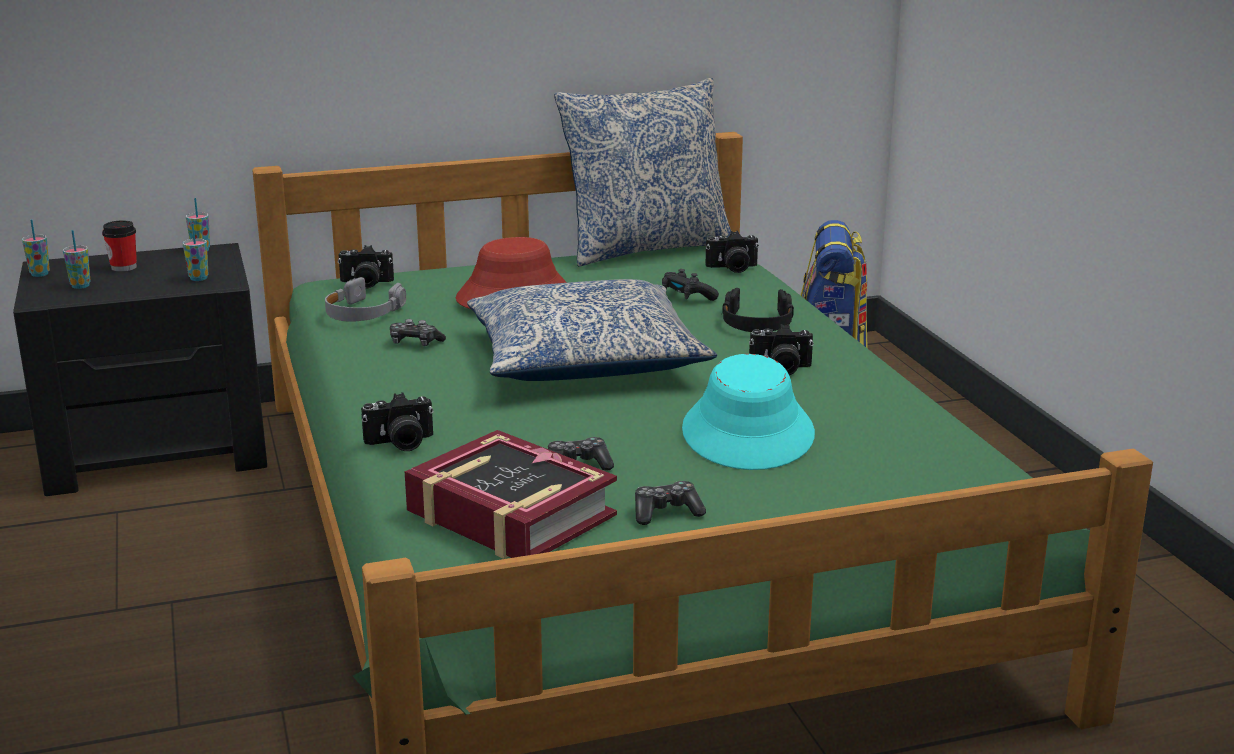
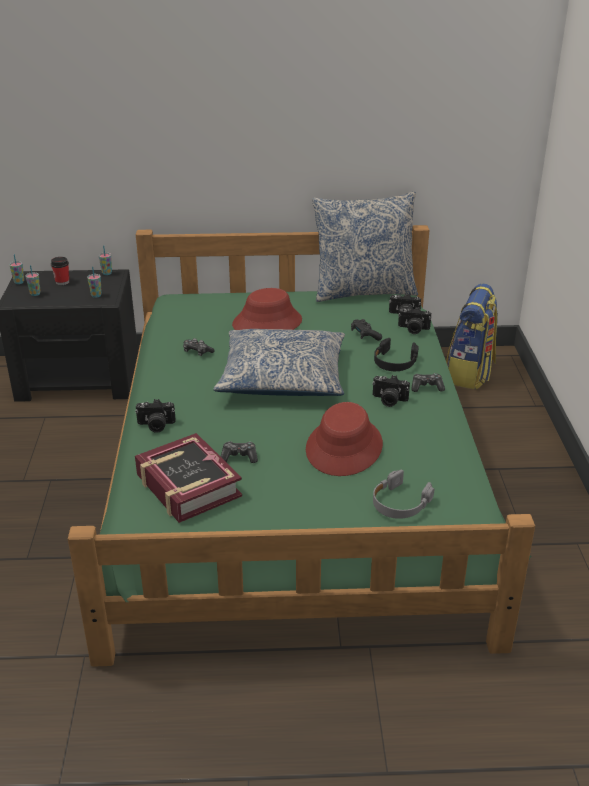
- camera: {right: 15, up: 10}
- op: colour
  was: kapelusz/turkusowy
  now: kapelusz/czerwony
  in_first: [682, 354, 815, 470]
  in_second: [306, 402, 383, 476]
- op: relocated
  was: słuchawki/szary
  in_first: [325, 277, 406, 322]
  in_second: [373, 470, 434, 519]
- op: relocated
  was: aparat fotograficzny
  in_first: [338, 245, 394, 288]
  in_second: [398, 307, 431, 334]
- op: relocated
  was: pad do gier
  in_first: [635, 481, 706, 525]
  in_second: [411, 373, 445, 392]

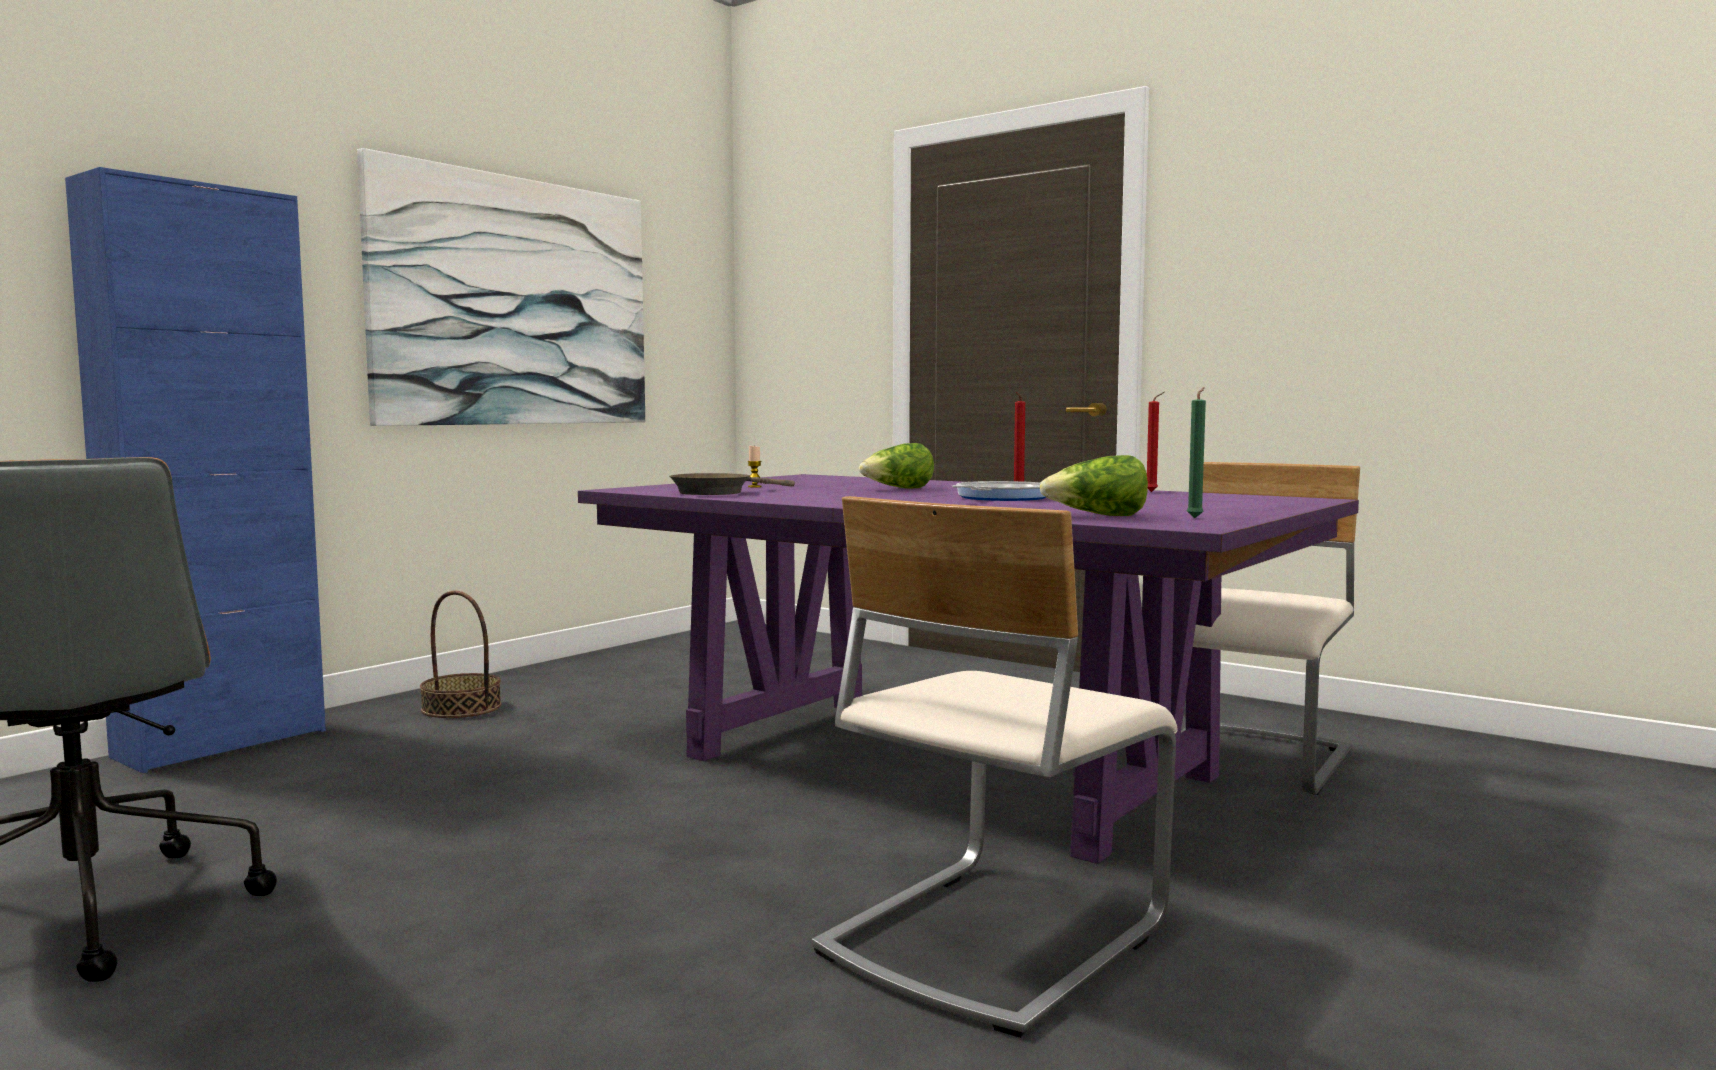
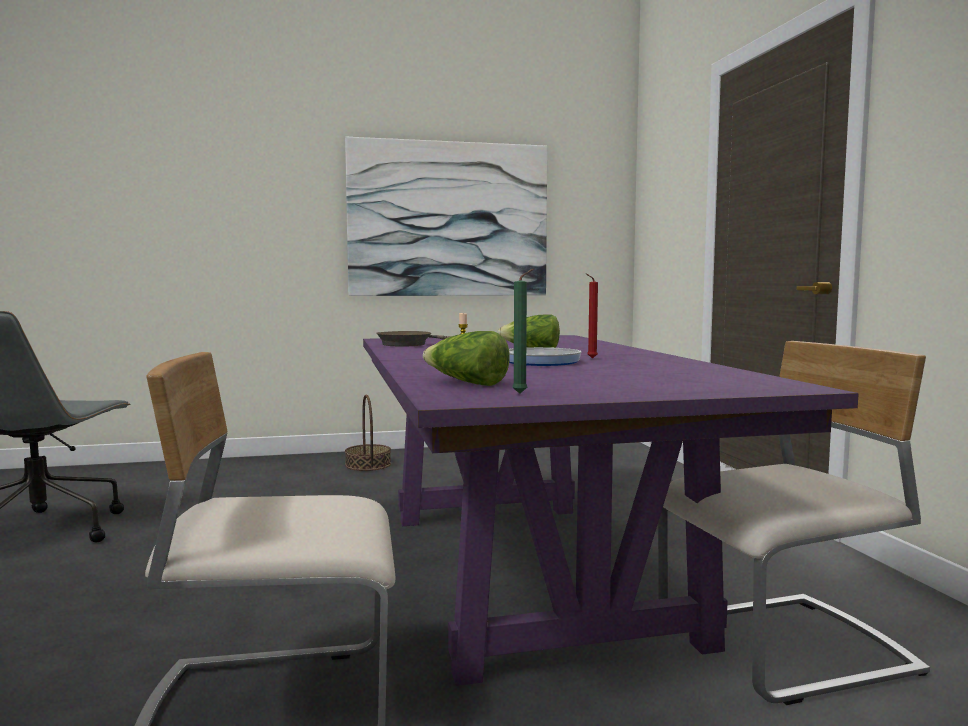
- camera: {right: 40, up: 0}
- op: missing
  was: szafka/niebieski
  in_first: [65, 167, 326, 773]
- op: missing
  was: świeca/czerwony
  in_first: [1147, 392, 1165, 492]

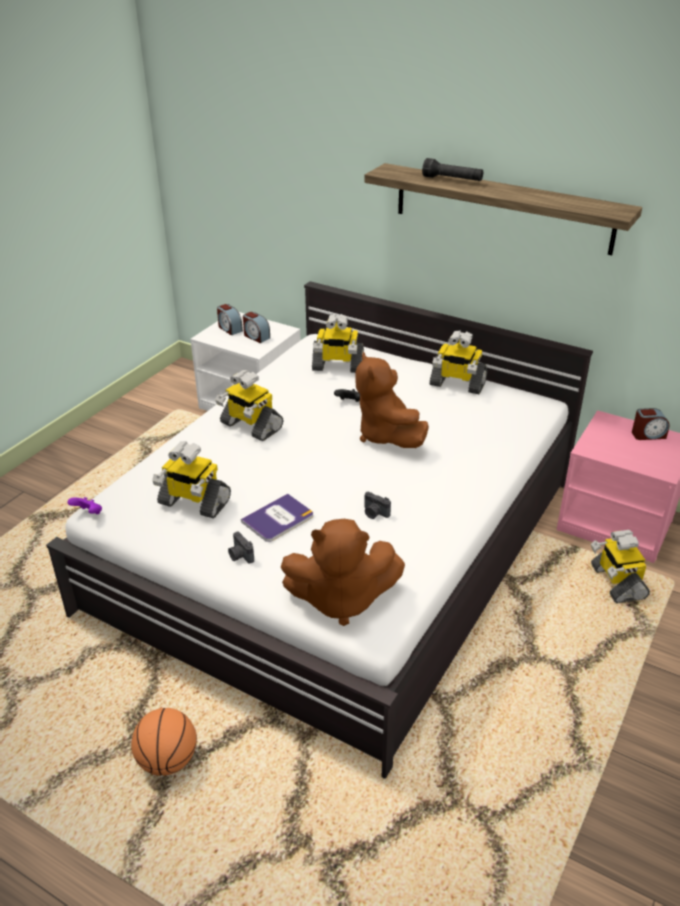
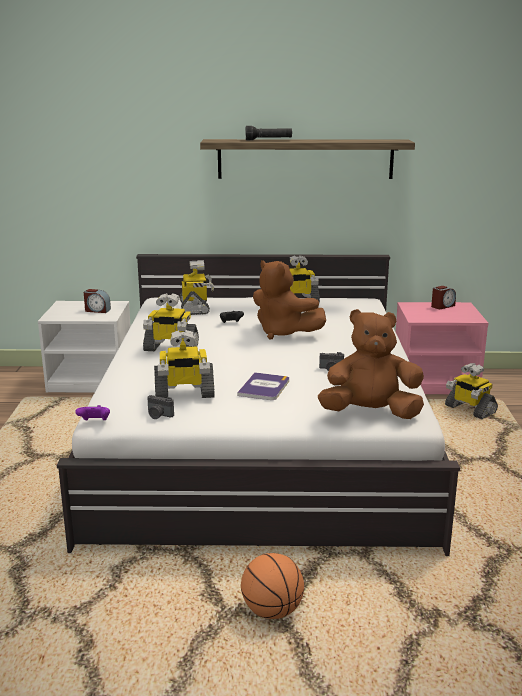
- camera: {right: -30, up: -15}
- op: relocated
  was: aparat fotograficzny
  in_first: [228, 531, 254, 564]
  in_second: [147, 395, 174, 419]
- op: spun
  was: robot zabawkowy
  in_first: [312, 314, 364, 373]
  in_second: [180, 260, 214, 315]
  clockwise: -75
- op: spun
  was: pluszak/brązowy
  in_first: [281, 519, 405, 626]
  in_second: [318, 309, 424, 419]
  clockwise: -150
- op: missing
  was: budzik
  in_first: [217, 304, 243, 335]

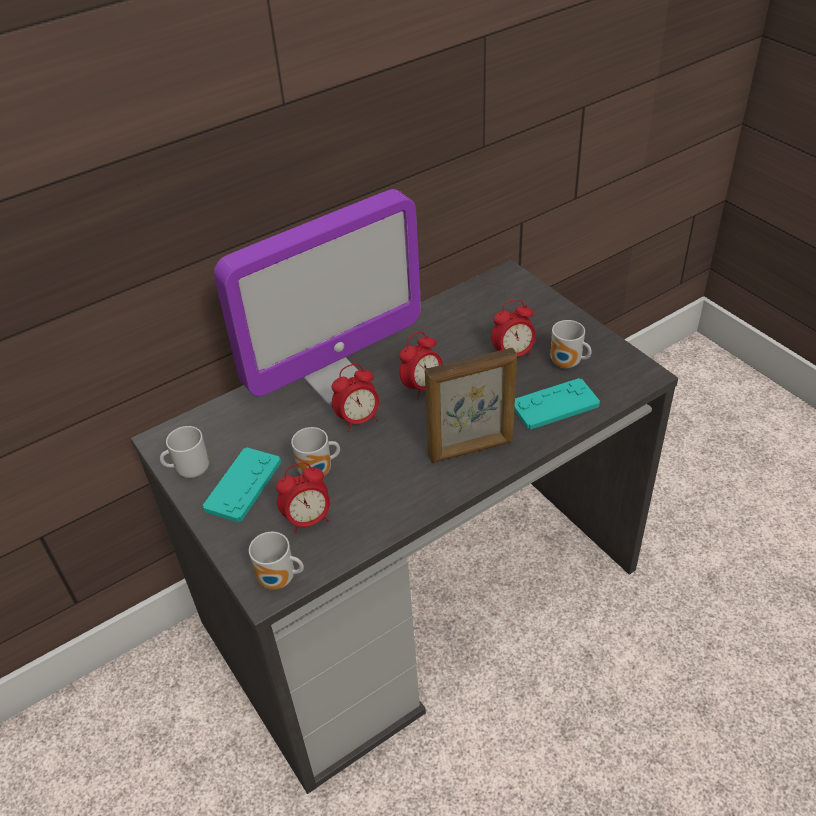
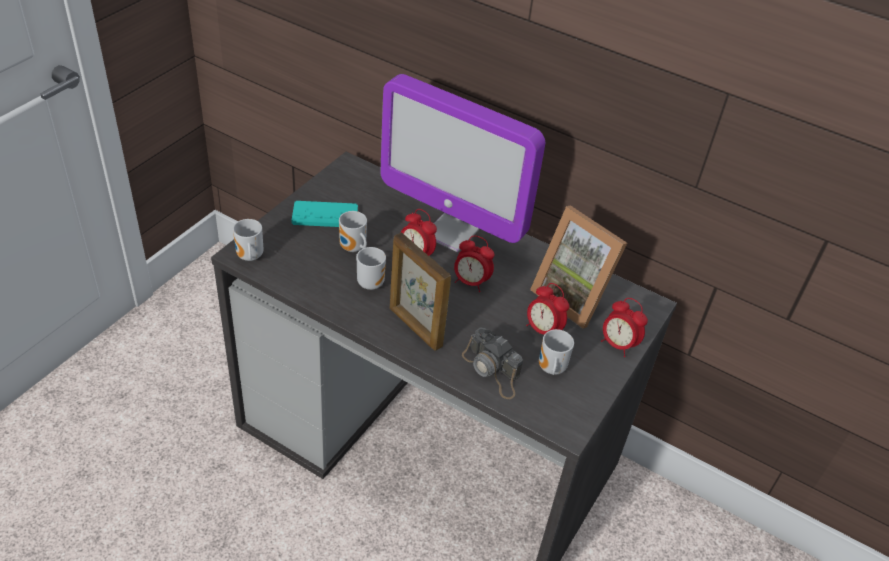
- camera: {right: 60, up: 0}
- op: relocated
  was: kubek
  in_first: [160, 426, 209, 478]
  in_second: [356, 247, 386, 290]
- op: exchanged
  was: pad do gier/turkusowy
  now: aparat fotograficzny
  in_first: [514, 378, 600, 430]
  in_second: [462, 327, 523, 399]
- op: appeared
  now: ramka na zdjęcie
  in_second: [530, 205, 627, 329]
- op: relocated
  was: budzik
  in_first: [276, 462, 330, 534]
  in_second: [601, 298, 648, 357]

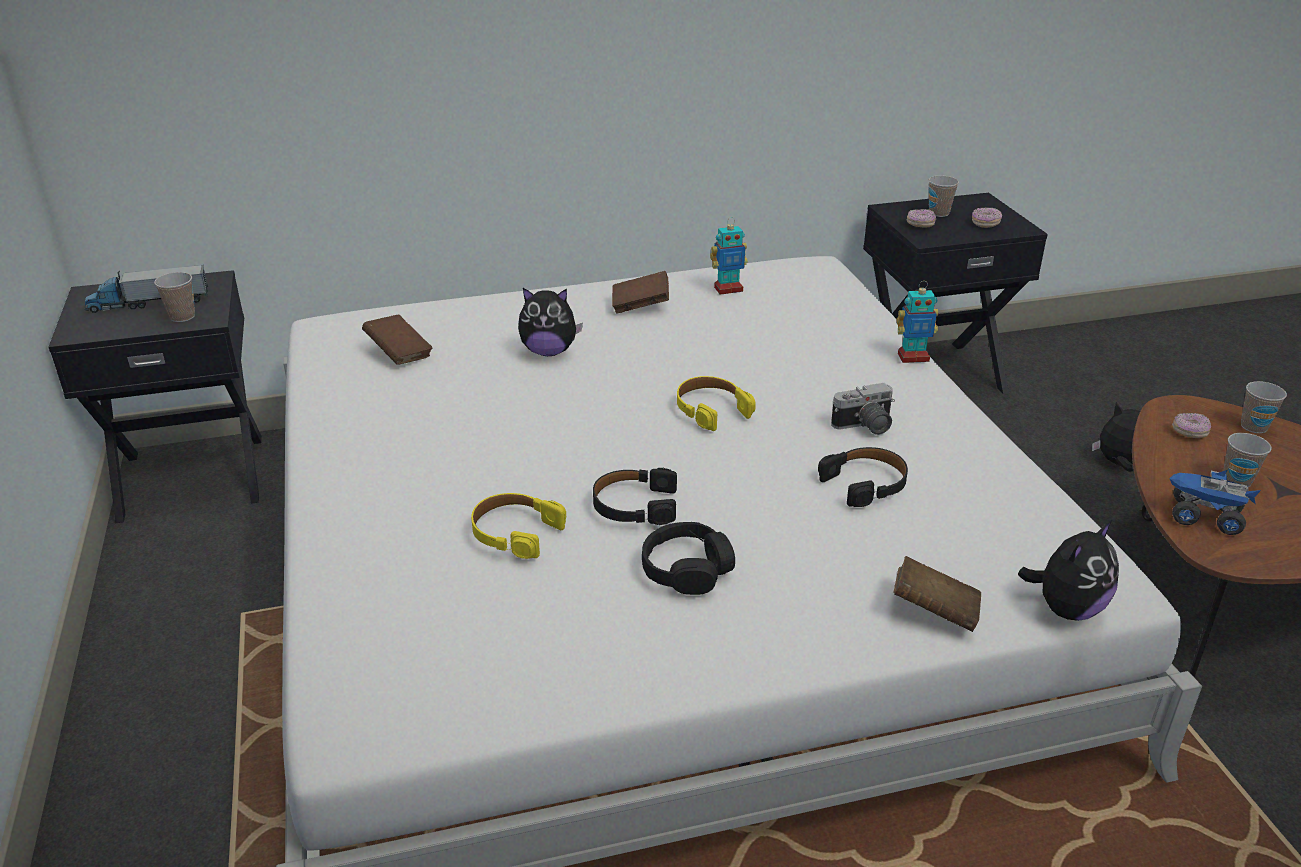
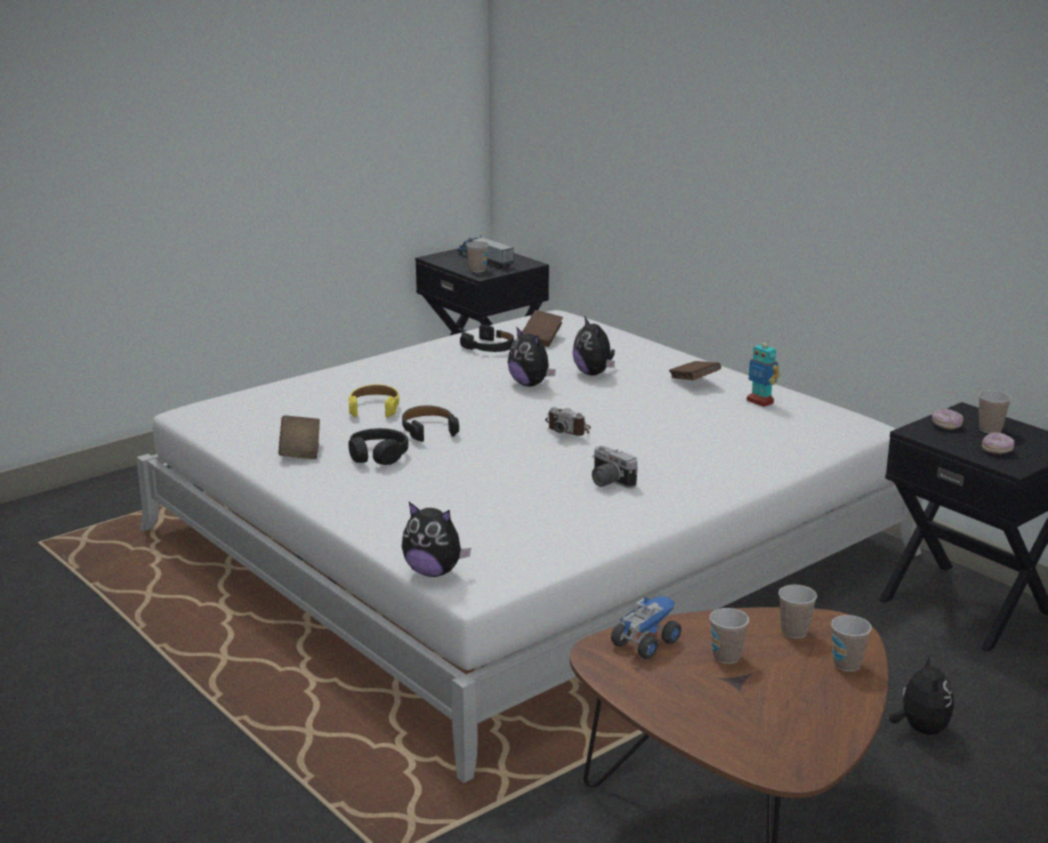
- camera: {right: 65, up: -10}
- op: relocated
  was: książka/brązowy
  in_first: [894, 556, 981, 632]
  in_second: [278, 415, 320, 459]
- op: relocated
  was: słuchawki/czarny
  in_first: [818, 447, 908, 507]
  in_second: [460, 325, 514, 352]
- op: appeared
  now: pluszak
  in_second: [508, 326, 556, 387]
- op: exchanged
  was: słuchawki/żółty
  now: aparat fotograficzny
  in_first: [677, 376, 756, 431]
  in_second: [545, 407, 591, 436]
- op: spun
  was: ciężarówka zabawkowa
  in_first: [1169, 470, 1261, 535]
  in_second: [611, 596, 681, 659]
  clockwise: 45
- op: exchanged
  was: donut
  now: filiżanka
  in_first: [1172, 413, 1211, 438]
  in_second: [779, 585, 817, 639]
- op: missing
  was: robot zabawkowy
  in_first: [896, 281, 939, 363]

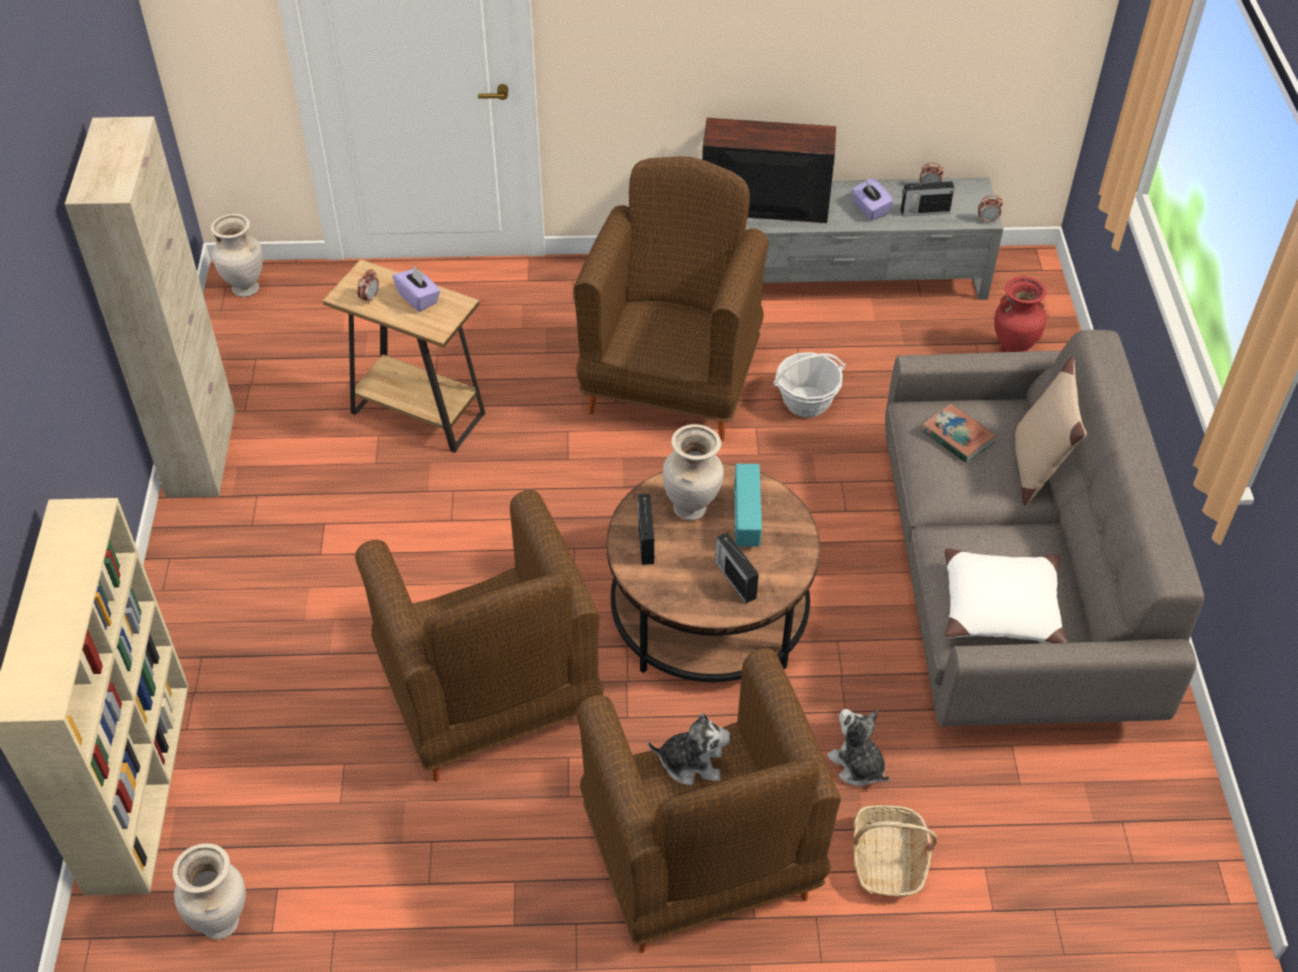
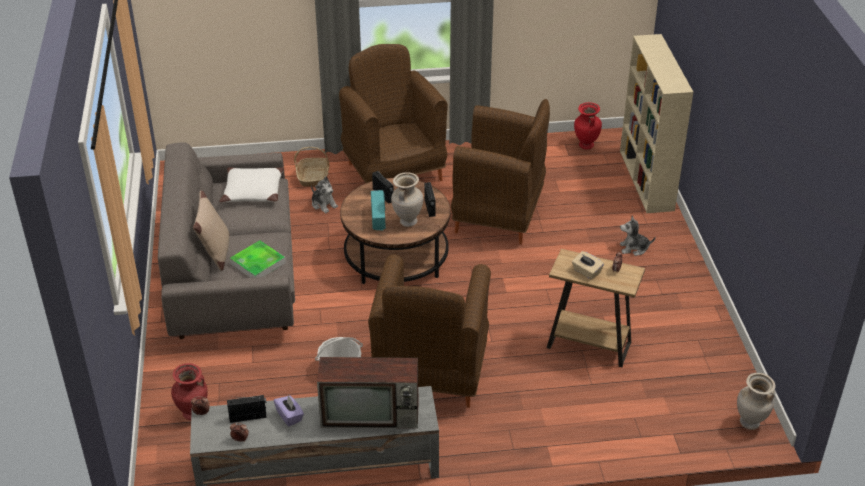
- camera: {right: 175, up: -10}
- op: exchanged
  was: książka
  now: taca
  in_first: [921, 404, 996, 463]
  in_second: [230, 240, 286, 278]
- op: spun
  was: fotel/brązowy
  in_first: [355, 490, 604, 782]
  in_second: [451, 99, 550, 245]
  clockwise: 135
- op: colour
  was: pudełko chusteczek/fioletowy
  now: pudełko chusteczek/beżowy
  in_first: [393, 266, 440, 312]
  in_second: [572, 251, 604, 280]
- op: colour
  was: wazon/beżowy
  now: wazon/czerwony
  in_first: [173, 843, 246, 940]
  in_second: [574, 102, 602, 150]
- op: relocated
  was: pluszak
  in_first: [648, 713, 731, 785]
  in_second: [620, 216, 655, 256]
- op: missing
  was: szafka/beżowy
  in_first: [65, 117, 235, 498]

